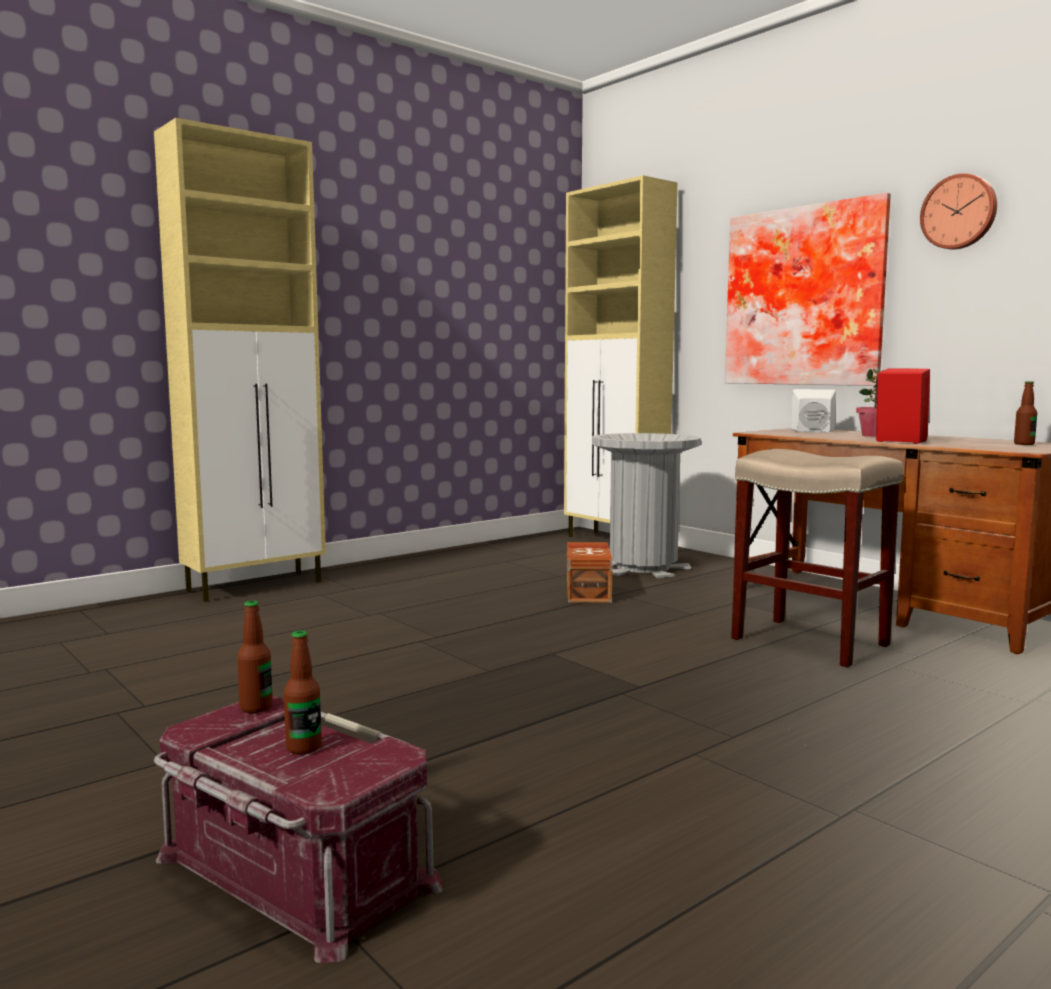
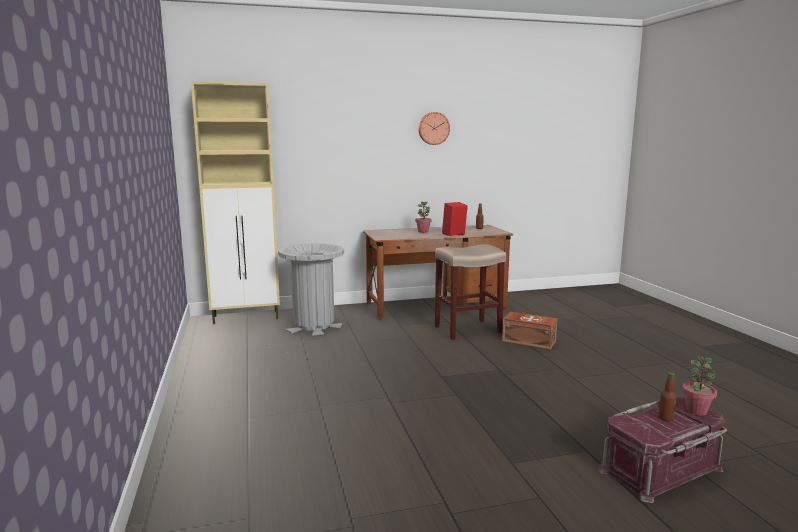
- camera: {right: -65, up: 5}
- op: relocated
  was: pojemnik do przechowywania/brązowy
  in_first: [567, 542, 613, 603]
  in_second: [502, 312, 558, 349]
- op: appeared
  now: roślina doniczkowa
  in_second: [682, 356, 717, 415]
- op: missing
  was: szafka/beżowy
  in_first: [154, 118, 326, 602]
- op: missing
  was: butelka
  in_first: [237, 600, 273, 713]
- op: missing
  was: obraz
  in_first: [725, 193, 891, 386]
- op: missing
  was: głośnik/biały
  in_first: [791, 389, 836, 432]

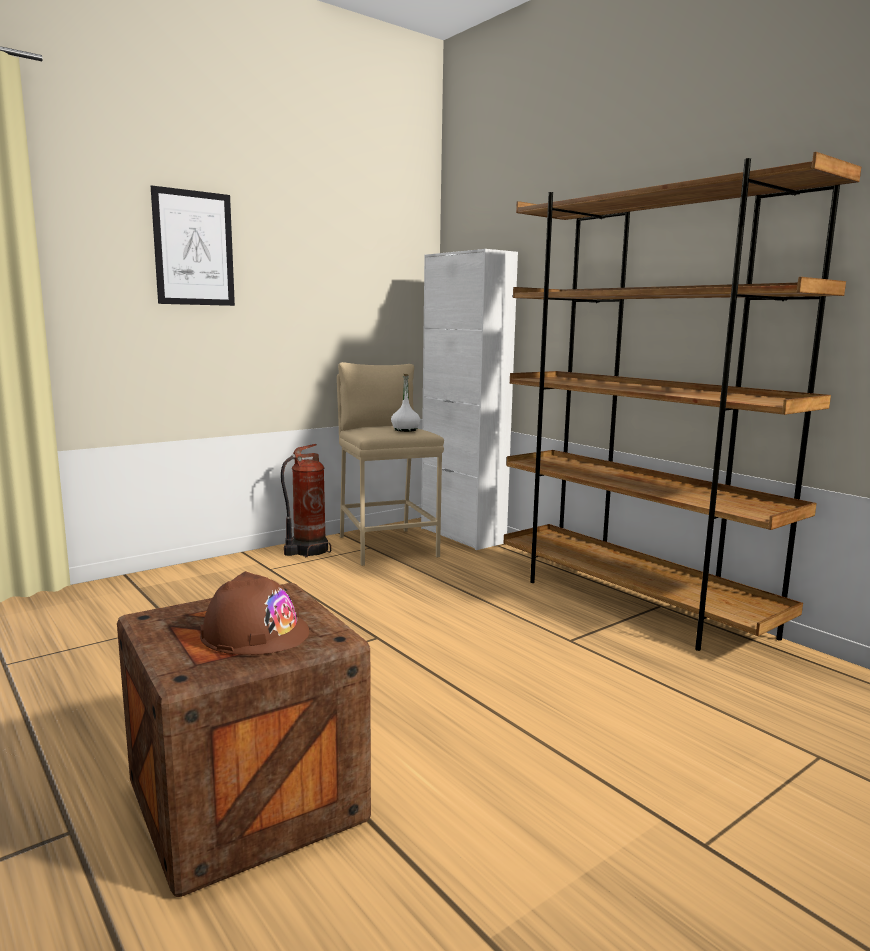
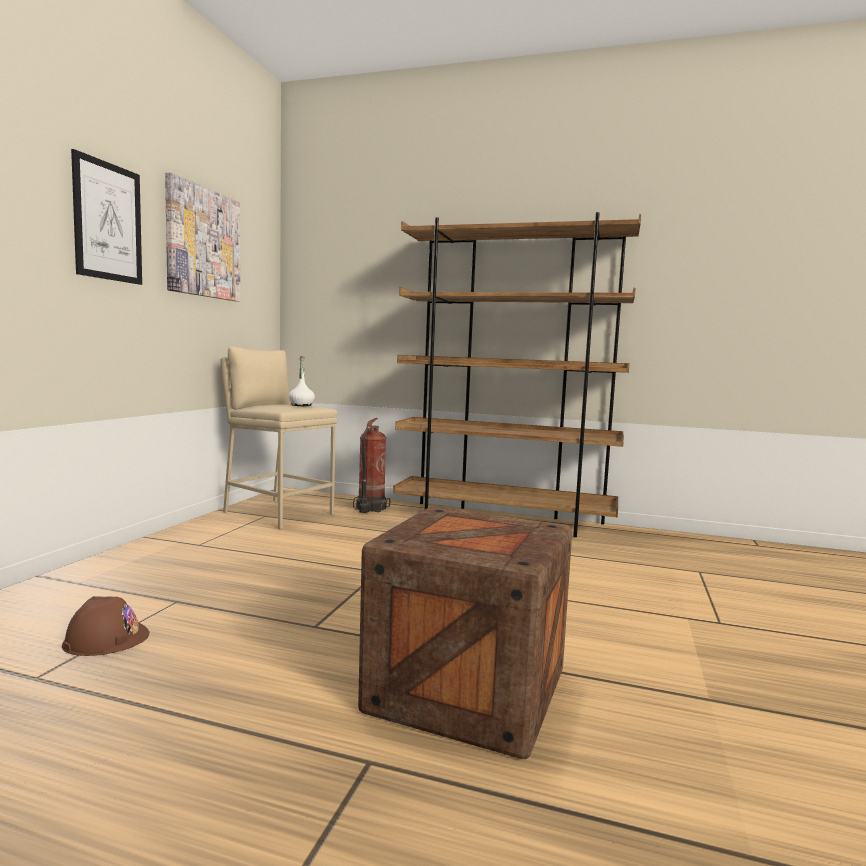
- camera: {right: -35, up: -5}
- op: relocated
  was: kask/brązowy
  in_first: [200, 571, 309, 655]
  in_second: [62, 596, 150, 656]
- op: appeared
  now: obraz
  in_second: [165, 172, 240, 302]
- op: relocated
  was: gaśnica
  in_first: [281, 444, 331, 557]
  in_second: [353, 418, 390, 513]
- op: missing
  was: szafka/biały
  in_first: [421, 249, 518, 550]

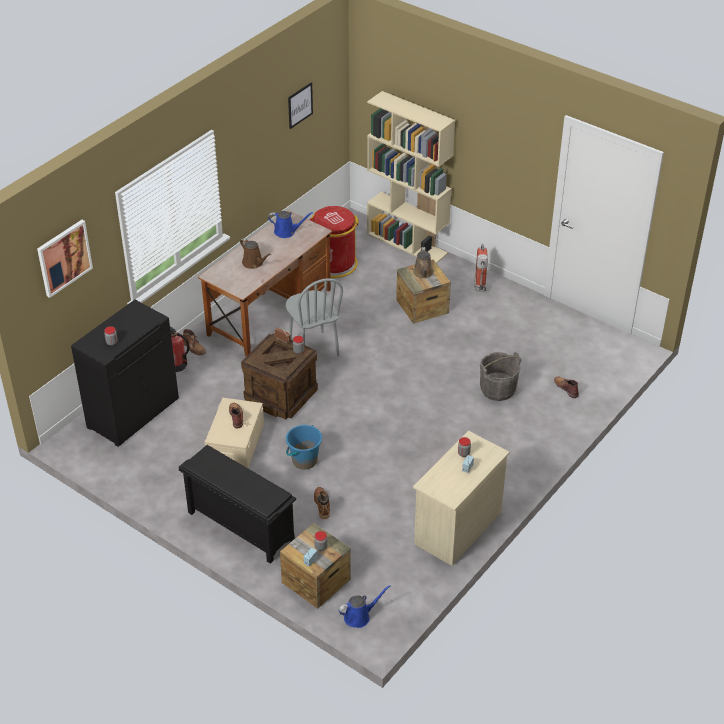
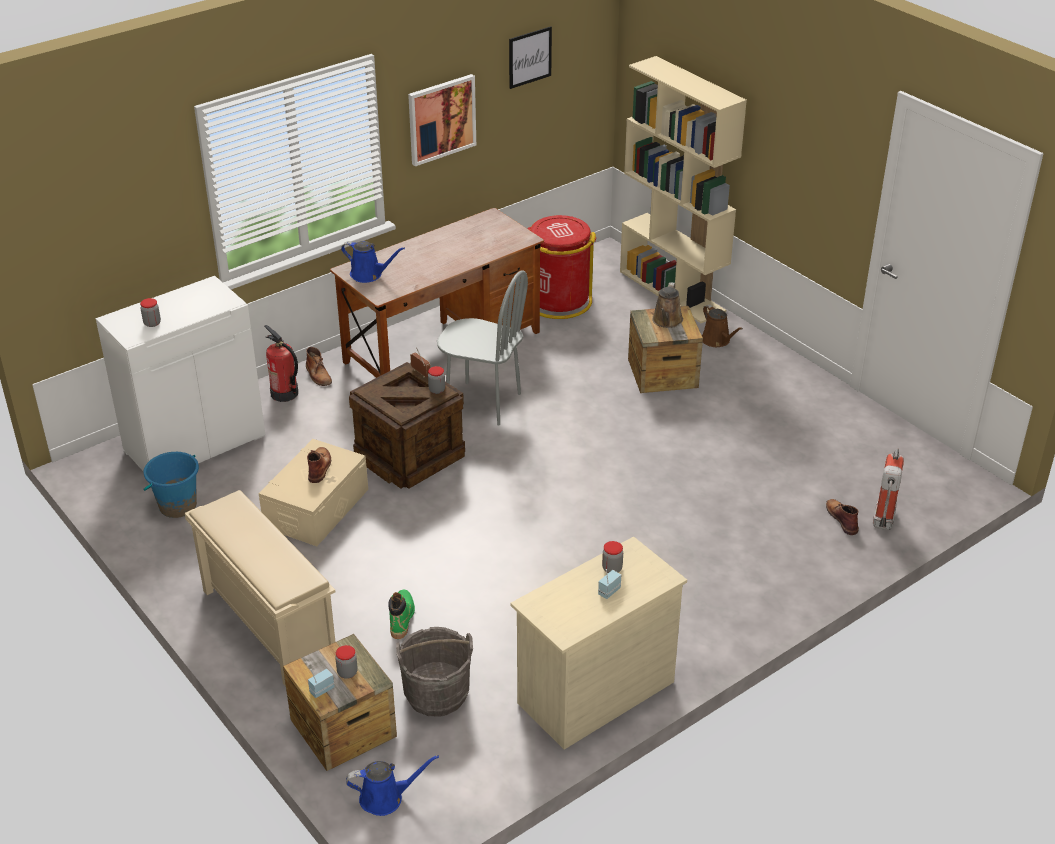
- camera: {right: 15, up: -5}
- op: colour
  was: szafka/czarny
  now: szafka/biały
  in_first: [71, 300, 179, 447]
  in_second: [96, 276, 265, 471]
- op: relocated
  was: wiadro/niebieski
  in_first: [286, 425, 322, 470]
  in_second: [143, 452, 199, 518]
- op: colour
  was: regał na buty/czarny
  now: regał na buty/beżowy
  in_first: [179, 445, 296, 564]
  in_second: [185, 490, 335, 686]
- op: relocated
  was: konewka/niebieski
  in_first: [268, 211, 314, 238]
  in_second: [341, 241, 405, 283]
- op: colour
  was: but z cholewką/brązowy
  now: but z cholewką/zielony
  in_first: [314, 487, 330, 519]
  in_second: [388, 590, 415, 639]
- op: relocated
  was: wiadro/szary
  in_first: [480, 352, 522, 401]
  in_second: [396, 627, 473, 716]
- op: relocated
  was: obraz
  in_first: [37, 220, 93, 298]
  in_second: [408, 74, 476, 166]
- op: spun
  was: krzesło/szary
  in_first: [286, 278, 343, 356]
  in_second: [437, 270, 528, 426]
  clockwise: -60
- op: relocated
  was: konewka/brązowy
  in_first: [240, 238, 271, 269]
  in_second: [702, 304, 743, 347]
- op: relocated
  was: gaśnica
  in_first: [474, 244, 488, 292]
  in_second: [873, 448, 904, 530]

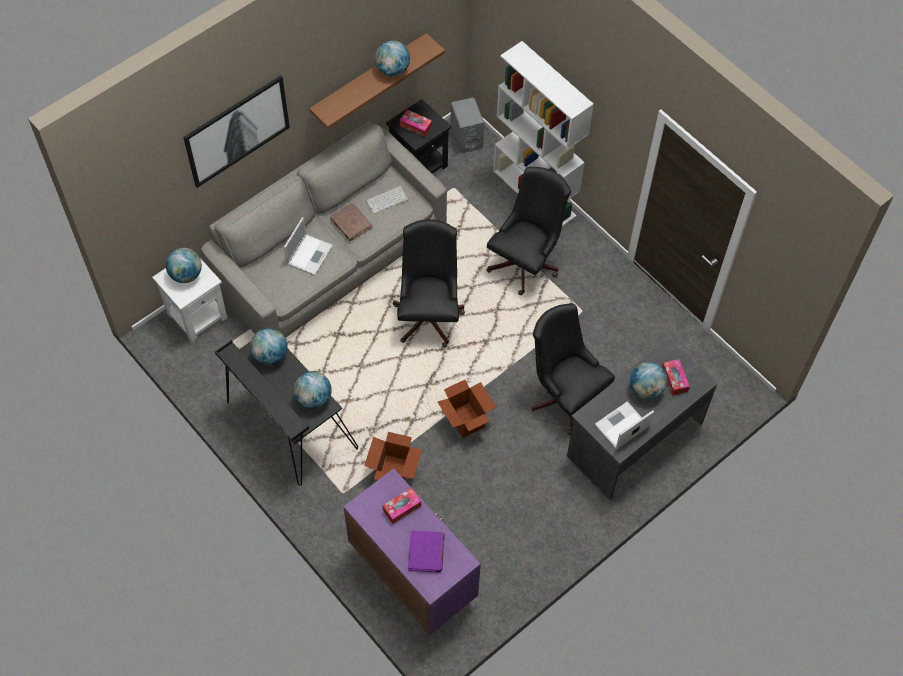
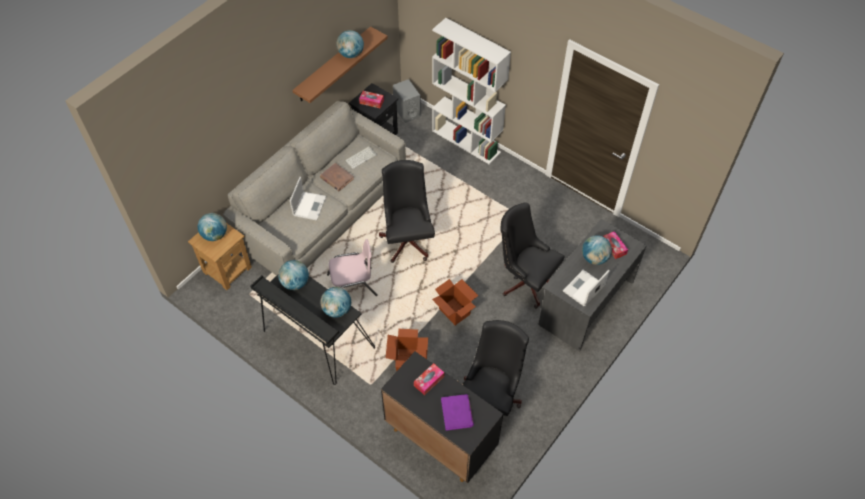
- camera: {right: -10, up: -5}
- op: colour
  was: stolik/biały
  now: stolik/brązowy
  in_first: [152, 258, 227, 342]
  in_second: [188, 223, 252, 290]
- op: appeared
  now: krzesło/różowy
  in_second: [327, 239, 378, 296]
- op: colour
  was: szafka/fioletowy
  now: szafka/czarny
  in_first: [344, 468, 481, 635]
  in_second: [381, 351, 503, 483]
- op: relocated
  was: krzesło biurowe/czarny
  in_first: [487, 167, 571, 295]
  in_second: [463, 320, 529, 416]
- op: missing
  was: obraz
  in_first: [183, 76, 290, 188]

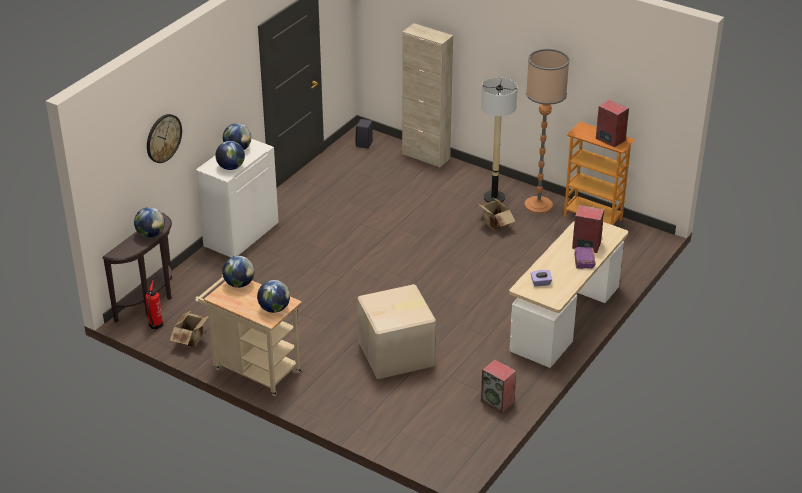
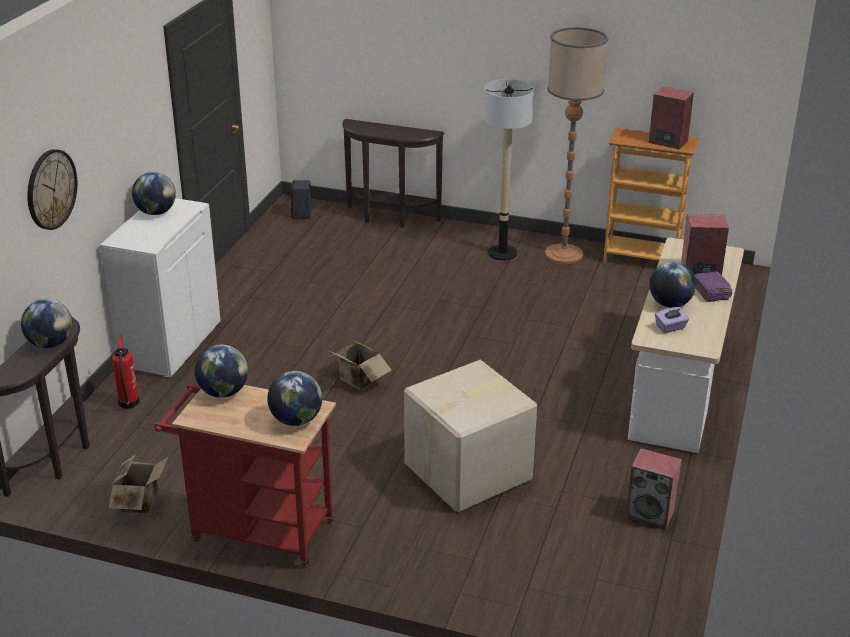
- camera: {right: -15, up: -5}
- op: relocated
  was: gaśnica
  in_first: [145, 280, 163, 329]
  in_second: [112, 334, 140, 409]
- op: colour
  was: wózek/beżowy
  now: wózek/czerwony
  in_first: [195, 275, 302, 396]
  in_second: [154, 384, 336, 567]
- op: relocated
  was: karton
  in_first: [477, 198, 515, 231]
  in_second: [327, 338, 392, 390]
- op: exchanged
  was: szafka/beżowy
  now: stolik konsolowy/brązowy
  in_first: [402, 23, 453, 168]
  in_second: [342, 119, 445, 228]
- op: relocated
  was: globus
  in_first: [216, 141, 245, 170]
  in_second: [649, 262, 696, 308]

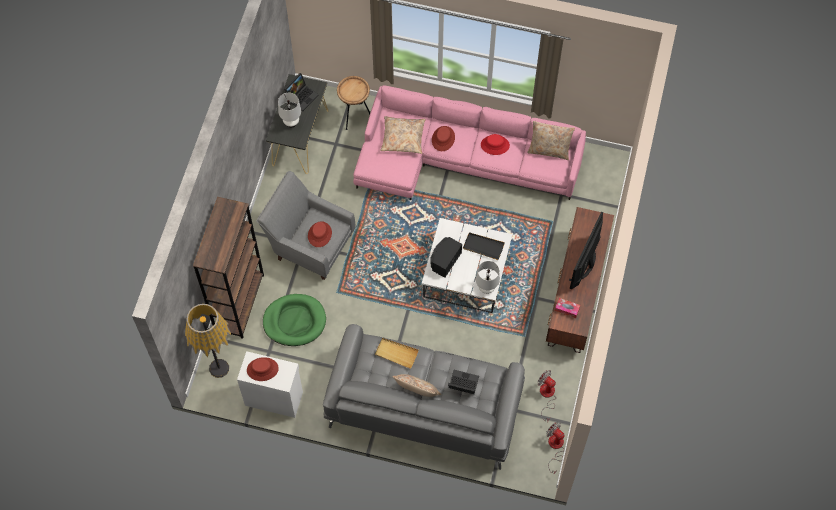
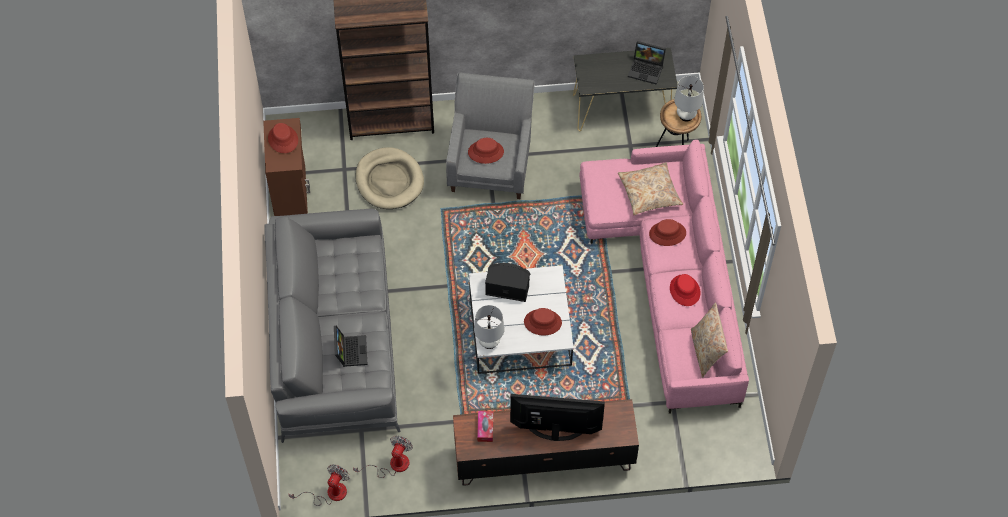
- camera: {right: 70, up: -5}
- op: colour
  was: szafka/biały
  now: szafka/brązowy
  in_first: [237, 351, 303, 418]
  in_second: [263, 118, 310, 216]
- op: colour
  was: legowisko/zielony
  now: legowisko/beżowy
  in_first: [263, 294, 326, 346]
  in_second: [355, 147, 424, 209]
- op: exchanged
  was: taca/czarny
  now: kapelusz/czerwony
  in_first: [463, 232, 505, 260]
  in_second: [524, 308, 562, 335]
- op: relocated
  was: lampa stołowa/biały
  in_first: [278, 93, 301, 127]
  in_second: [674, 76, 704, 122]
- op: missing
  was: lampa stojąca
  in_first: [185, 304, 232, 378]
- op: missing
  was: taca/beżowy
  in_first: [375, 338, 419, 369]
- op: missing
  was: poduszka/beżowy
  in_first: [392, 374, 441, 397]

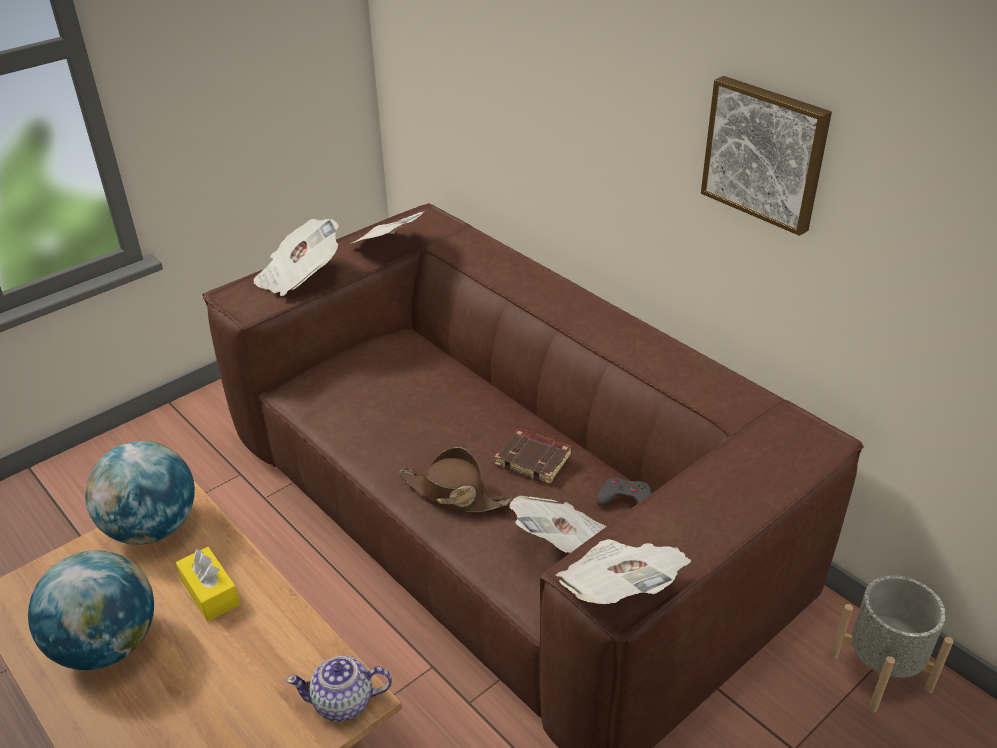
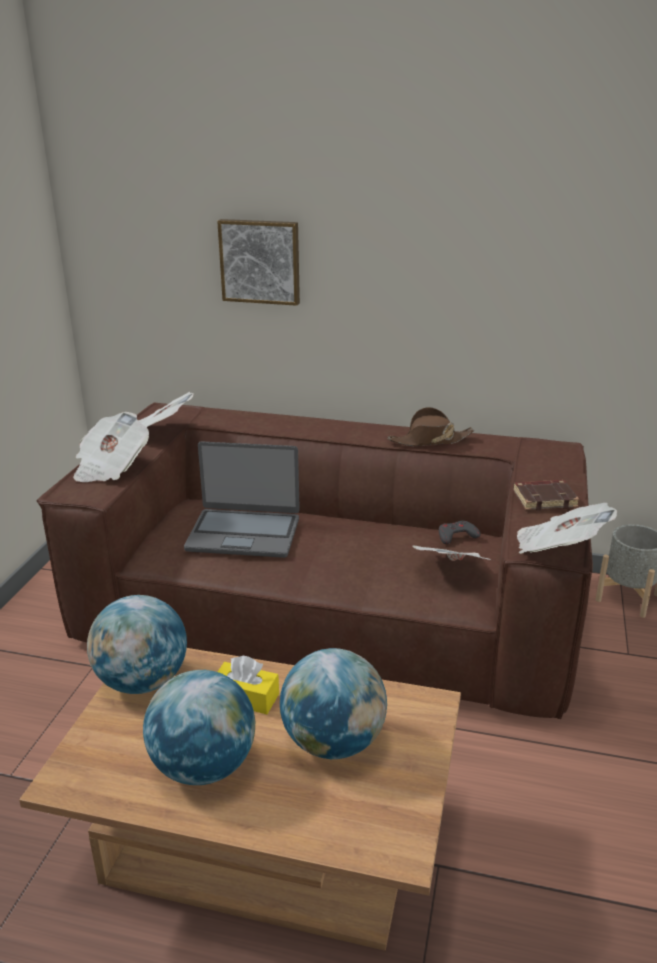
- camera: {right: -35, up: -10}
- op: appeared
  now: laptop
  in_second: [184, 441, 300, 558]
- op: relocated
  was: obraz
  in_first: [701, 76, 832, 236]
  in_second: [217, 219, 300, 306]
- op: appeared
  now: globus
  in_second: [280, 648, 387, 759]
- op: relocated
  was: kapelusz/brązowy
  in_first: [398, 447, 512, 512]
  in_second: [387, 407, 474, 446]
- op: relocated
  was: książka/brązowy
  in_first: [494, 428, 572, 484]
  in_second: [513, 480, 580, 511]
- op: missing
  was: imbryk
  in_first: [286, 656, 392, 722]

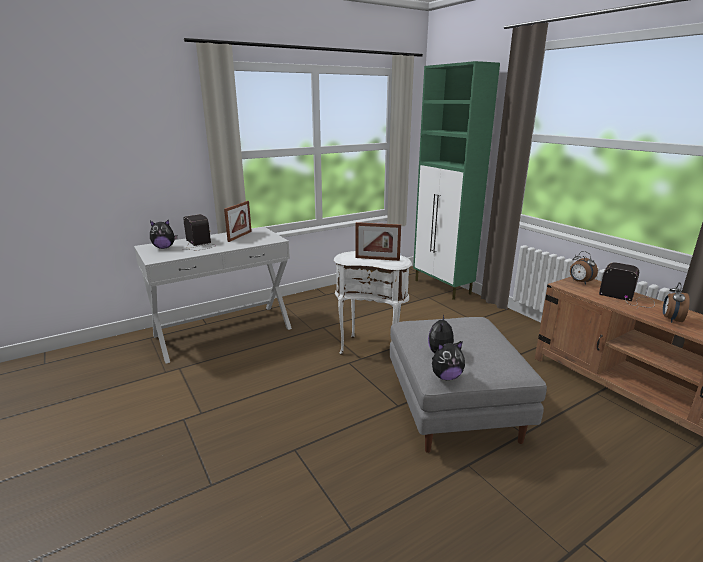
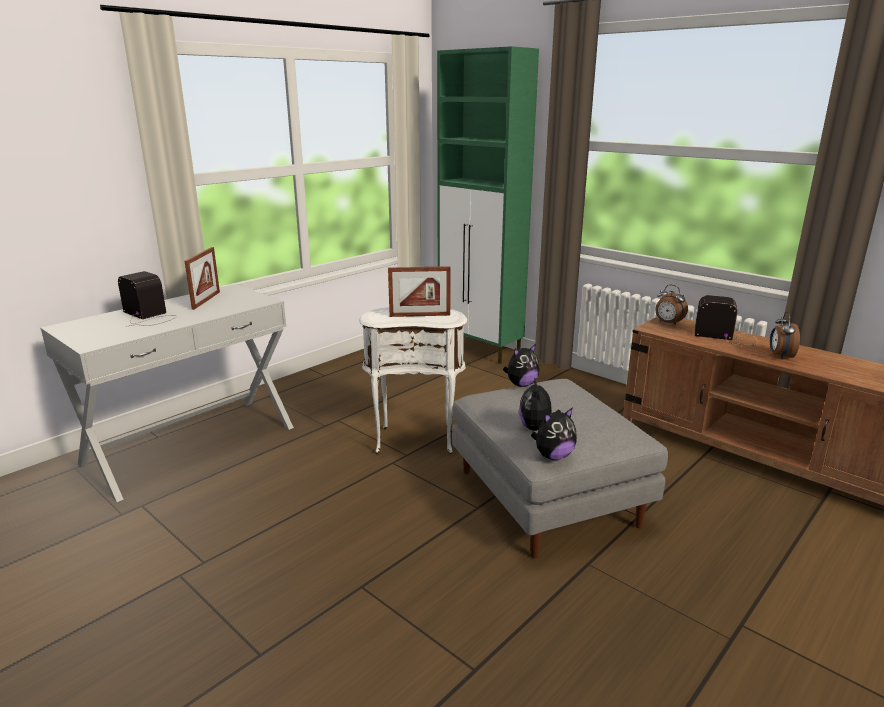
- camera: {right: -15, up: 0}
- op: relocated
  was: pluszak
  in_first: [150, 219, 177, 249]
  in_second: [503, 344, 539, 387]

